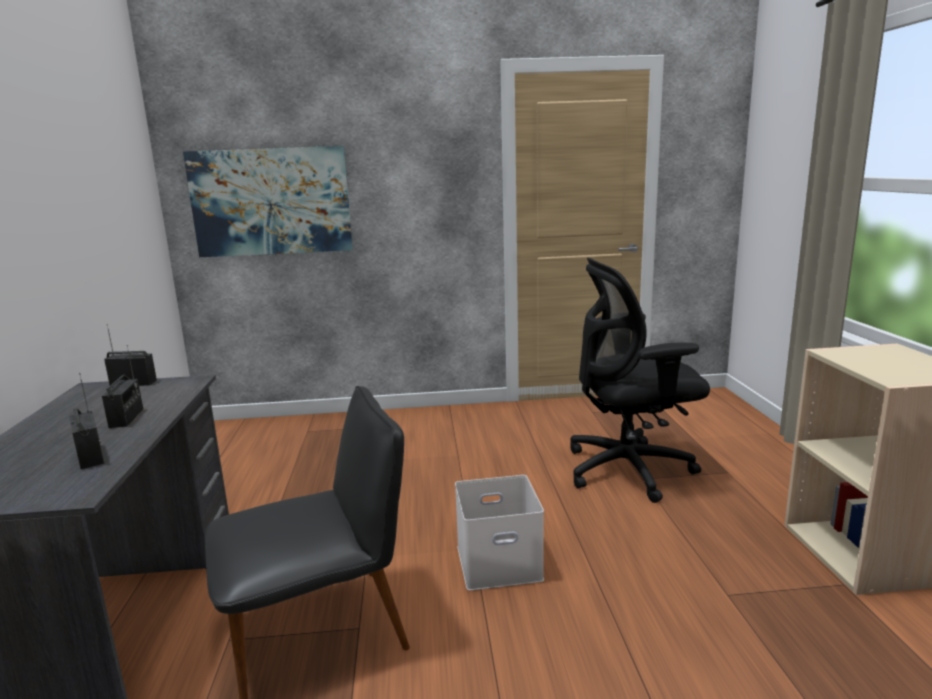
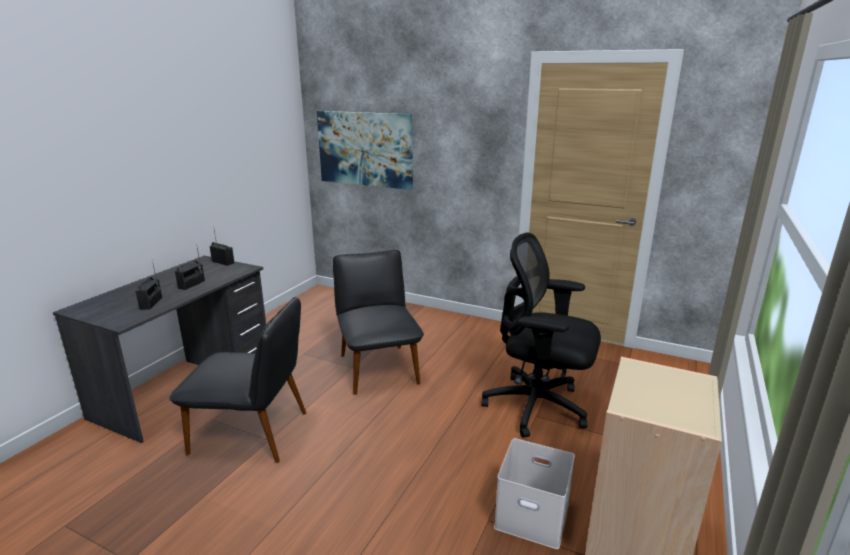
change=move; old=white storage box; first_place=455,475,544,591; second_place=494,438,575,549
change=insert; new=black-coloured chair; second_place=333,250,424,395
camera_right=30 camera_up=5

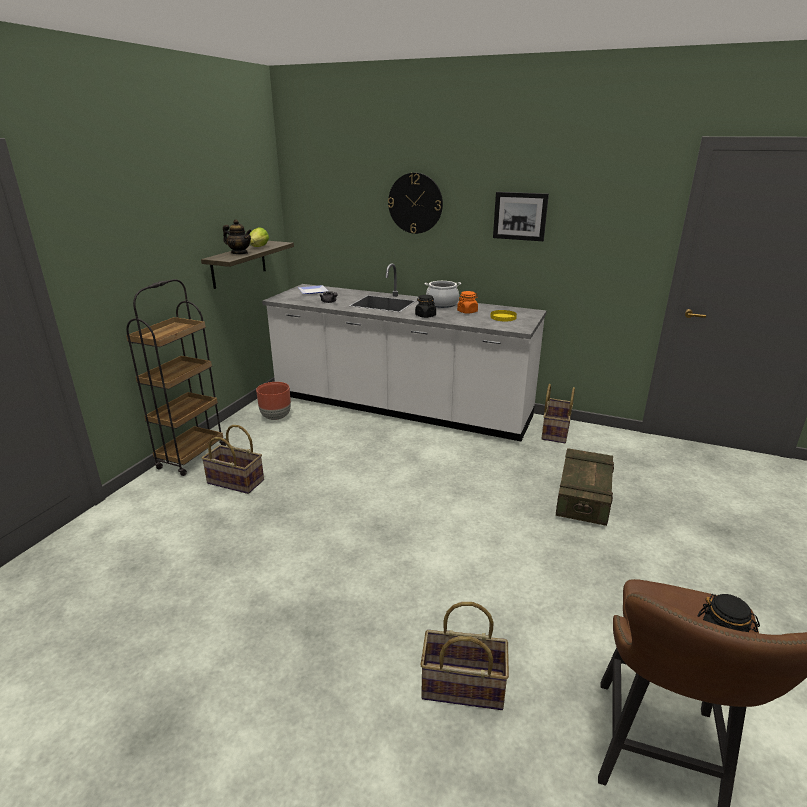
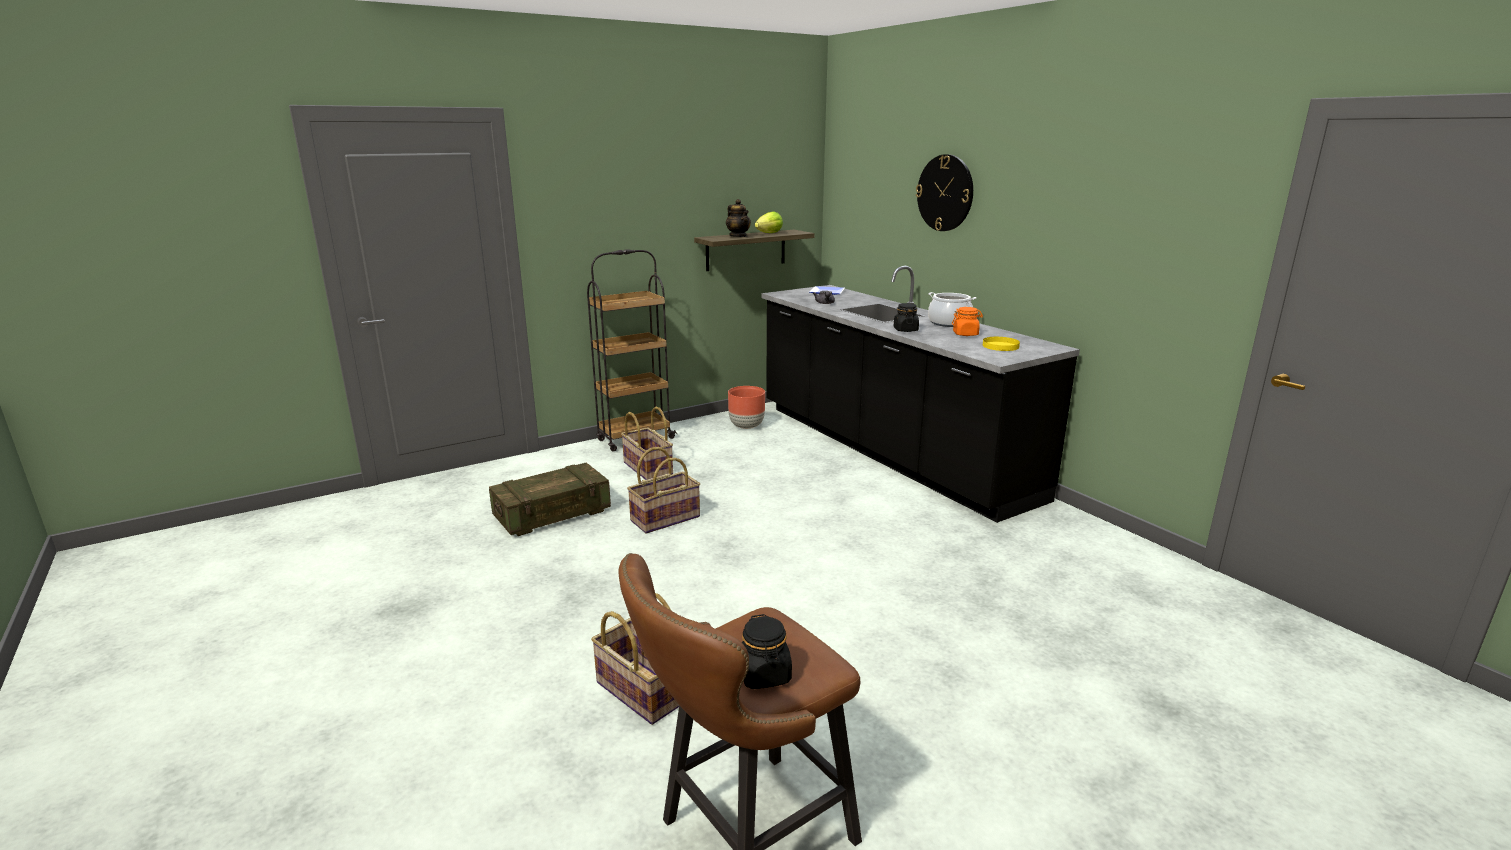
change=recolor; old=white kitchen base unit; new=black-coloured kitchen base unit; first_place=262,263,547,441; second_place=762,266,1080,523
change=delete; old=wall art; first_place=493,192,549,241
change=move; old=basket; first_place=541,384,575,443; second_place=627,447,700,534
change=move; old=shipping crate; first_place=556,448,614,526; second_place=489,462,611,536
camera_right=35 camera_up=-5

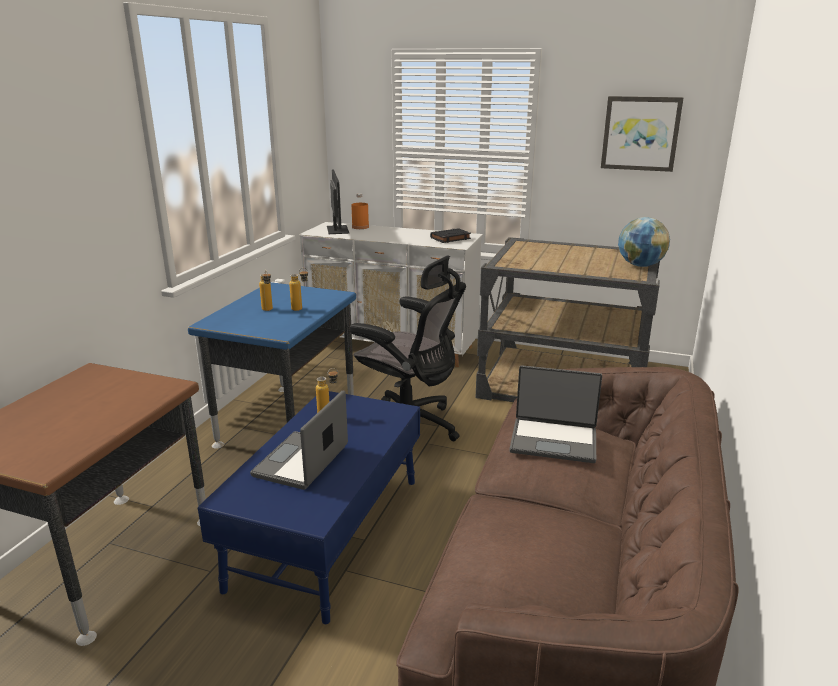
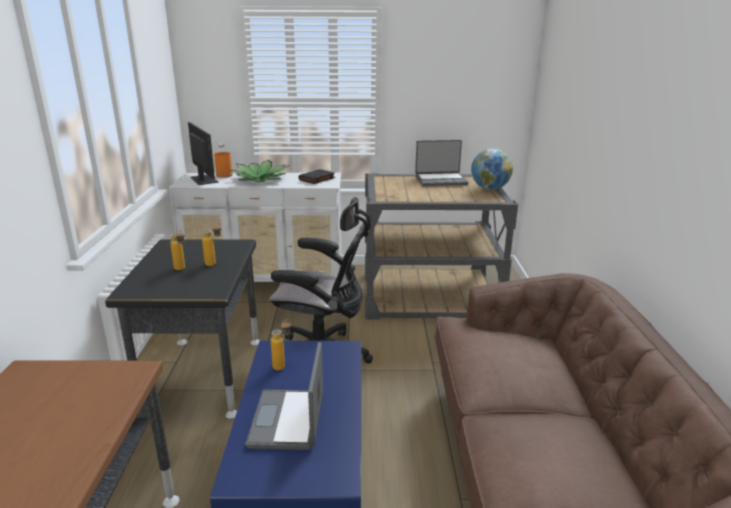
change=recolor; old=blue-coloured desk table; new=black-coloured desk table; first_place=188,282,356,448; second_place=105,239,260,419
change=move; old=portable computer; first_place=510,365,602,463; second_place=415,140,469,186
change=delete; old=wall art; first_place=601,96,684,172
change=insert; new=potted plant; second_place=230,160,290,182
camera_right=-20 camera_up=0

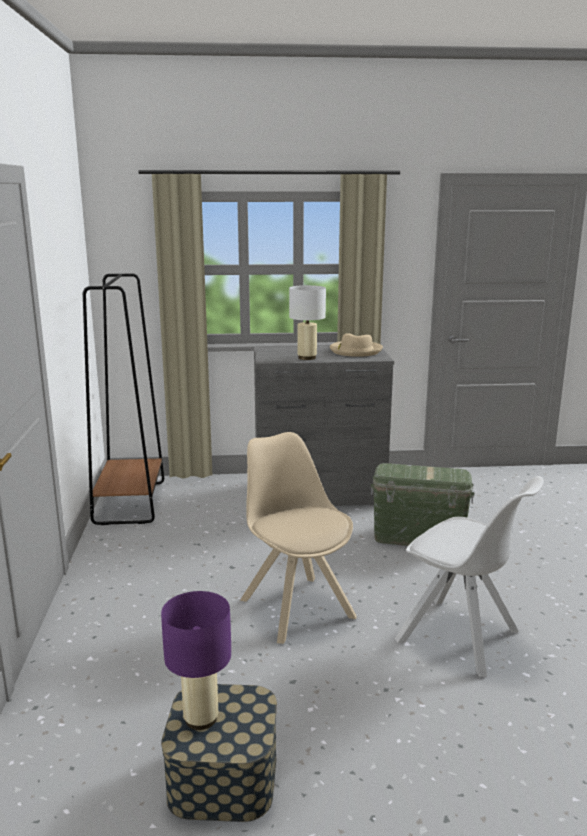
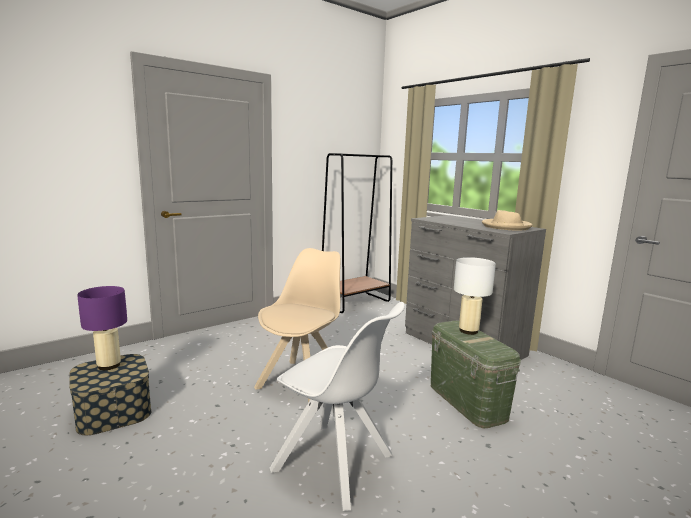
change=move; old=white table lamp; first_place=289,285,326,360; second_place=454,257,496,335
change=rotate; old=white chair; first_place=395,476,544,677; second_place=270,302,405,511; degrees=-60
camera_right=55 camera_up=-5

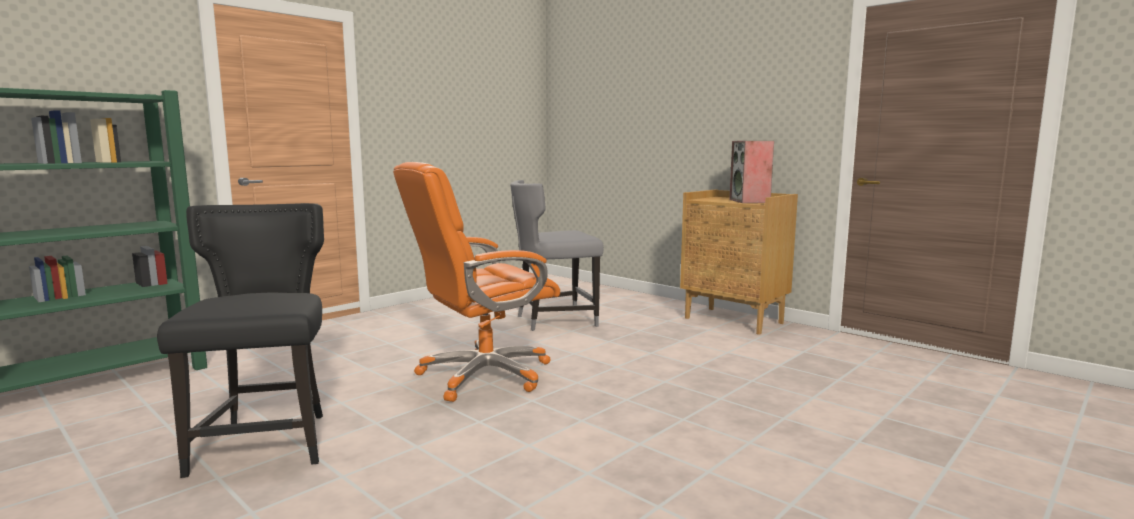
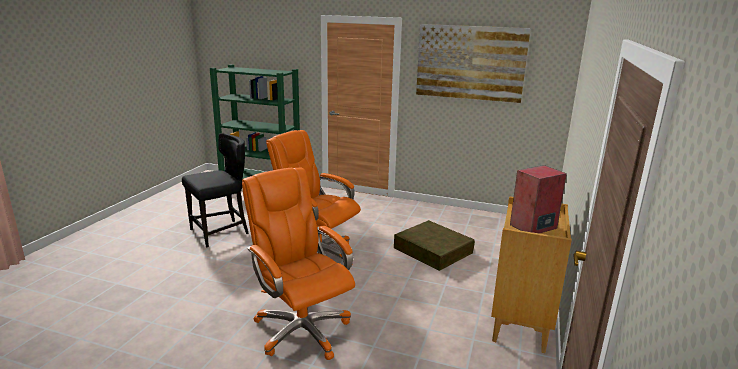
change=replace; old=gray chair; new=brown storage box; first_place=510,180,604,331; second_place=394,220,475,271
change=insert; new=orange-coloured computer chair; second_place=242,167,355,360
change=insert; new=wall art; second_place=416,24,531,103
camera_right=65 camera_up=10

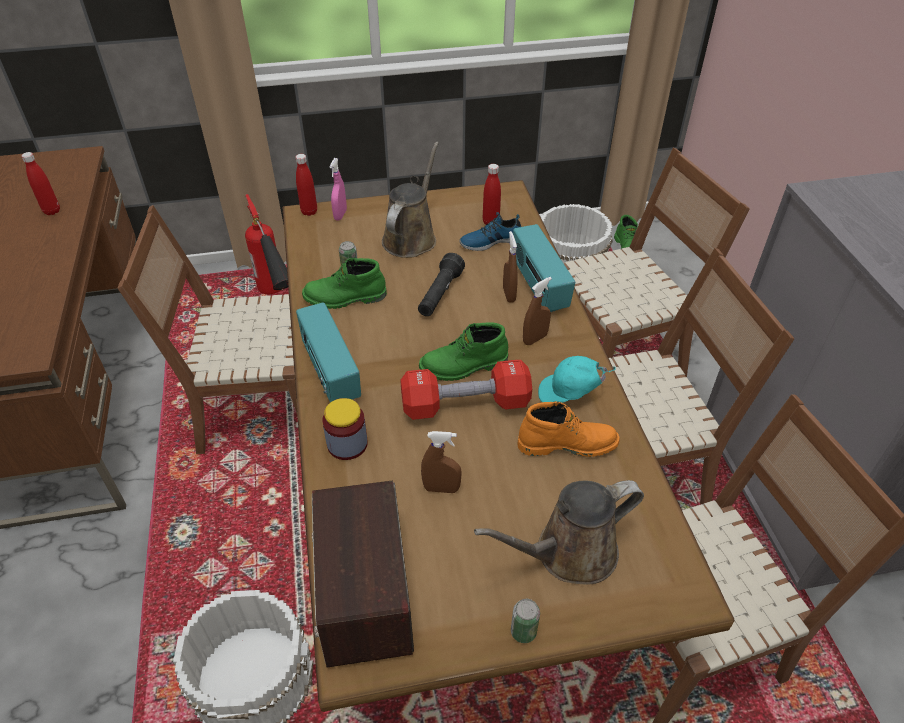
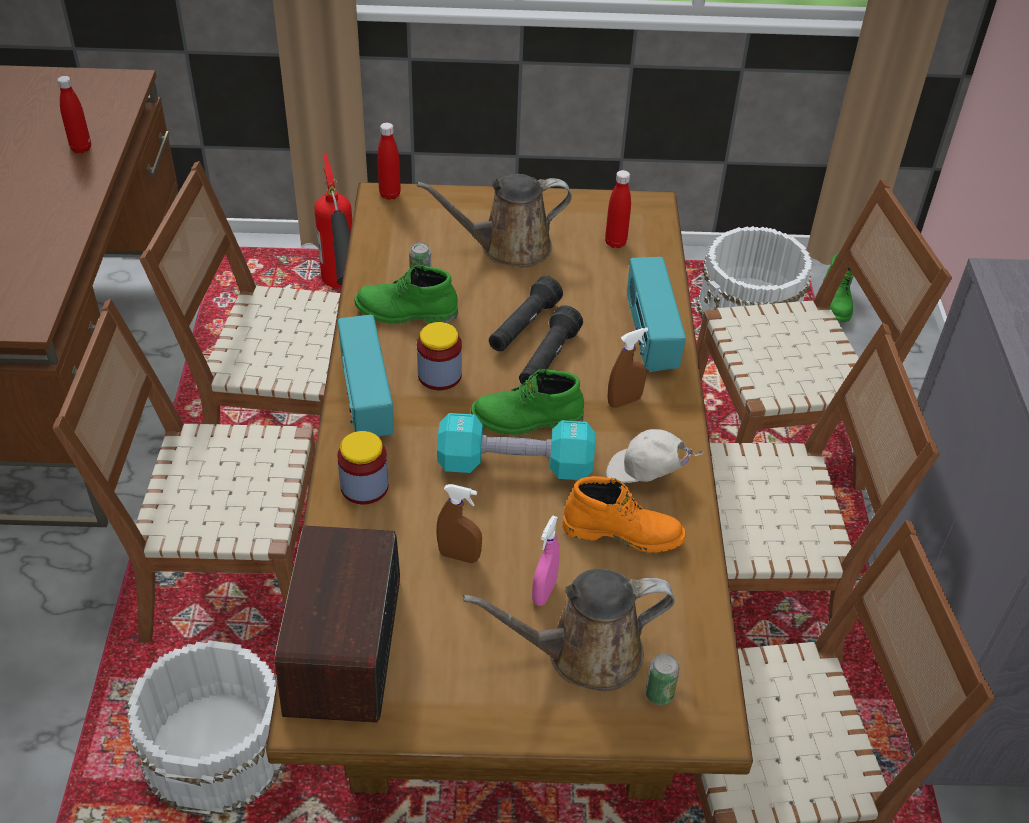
change=move; old=pink sprayer; first_place=329,158,347,221; second_place=532,515,560,606
change=rotate; old=brown watering pot; first_place=382,142,439,258; second_place=417,174,572,267; degrees=-135
change=recolor; old=reddish dumbbell; new=turquoise-coloured dumbbell; first_place=400,360,532,420; second_place=437,413,595,480
change=delete; old=shoe; first_place=459,212,521,251
change=delete; old=brown sprayer; first_place=503,231,518,303
change=move; old=sealed can; first_place=511,599,540,643; second_place=645,653,680,705
change=recolor; old=turquoise-coloured cap; new=white cap; first_place=538,356,616,402; second_place=606,429,703,483
change=insert; new=chair; second_place=52,299,315,643
change=insert; new=storage jar; second_place=417,322,462,390
change=insert; new=black-coloured hand torch; second_place=519,305,583,384
camera_right=10 camera_up=0

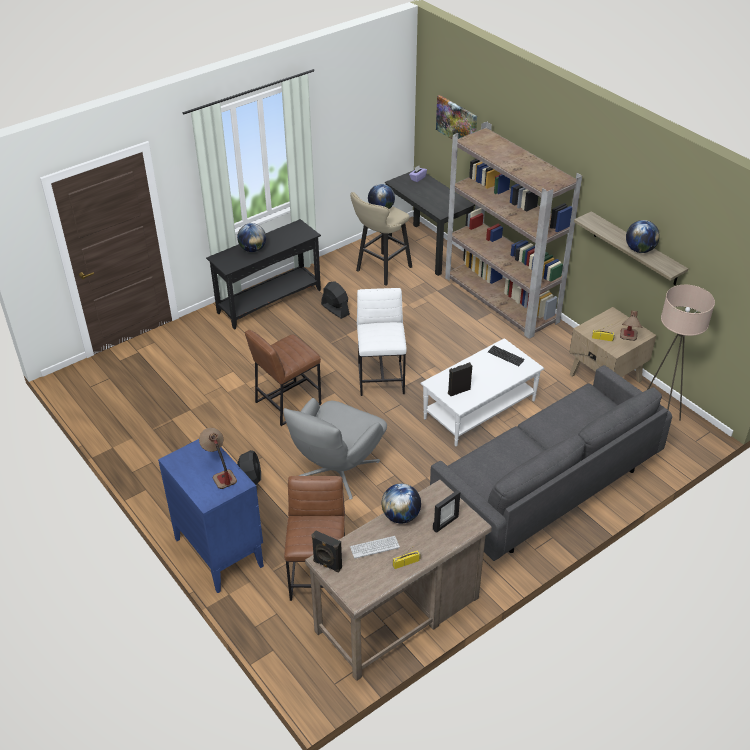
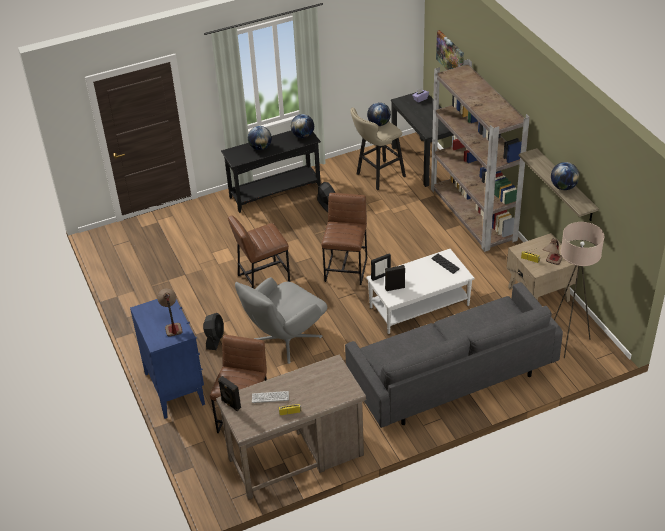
change=recolor; old=white chair; new=brown chair; first_place=357,288,407,396; second_place=321,193,367,285
change=move; old=desk globe; first_place=381,483,421,524; second_place=291,114,314,138
change=move; old=photo frame; first_place=433,490,460,533; second_place=371,253,391,281
camera_right=15 camera_up=0

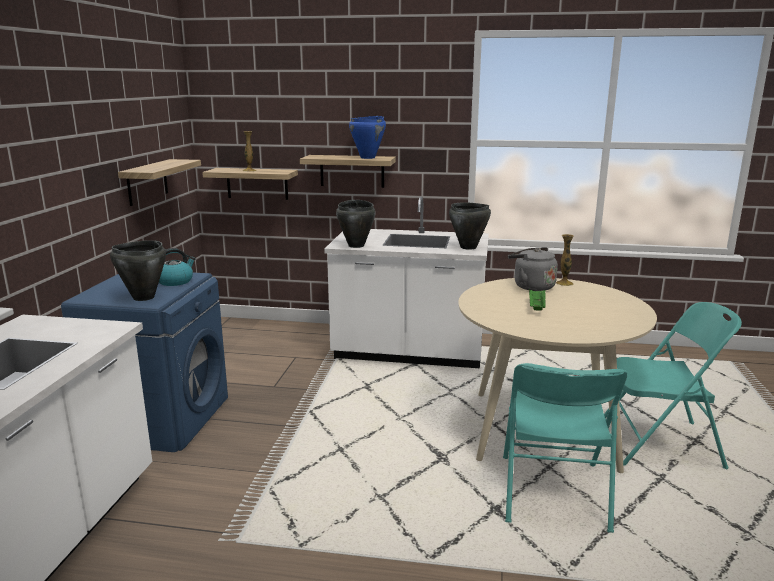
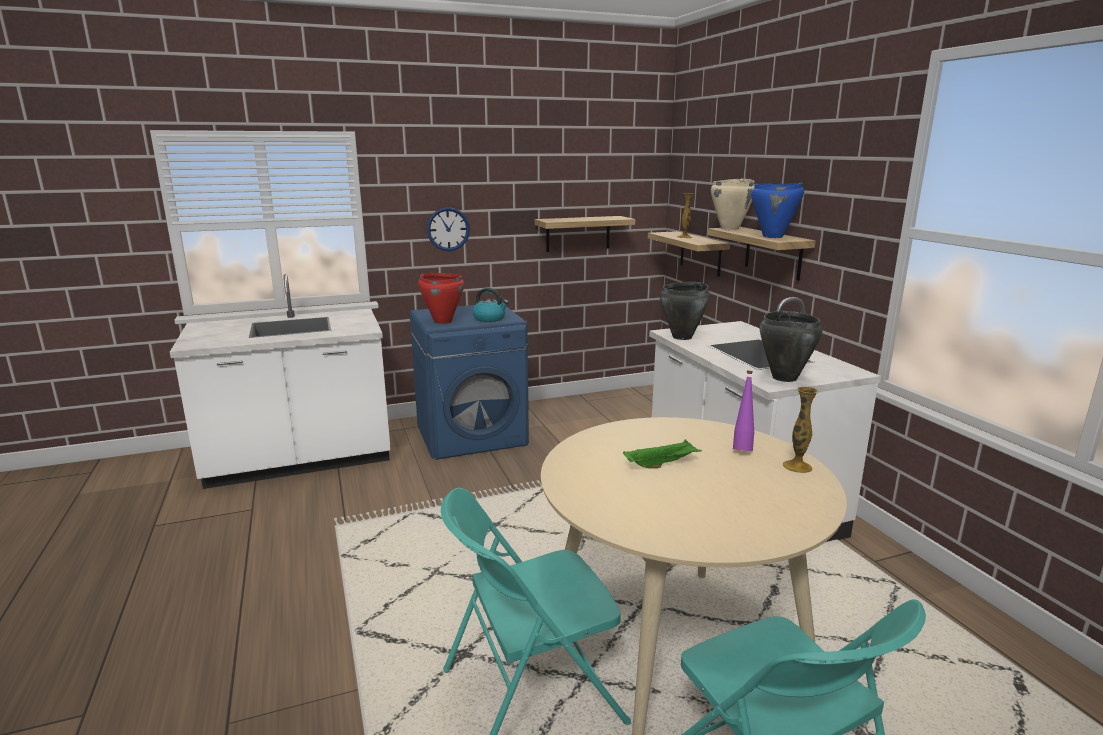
change=recolor; old=black-coloured cooking pot; new=reddish cooking pot; first_place=110,240,166,301; second_place=418,273,464,324
change=replace; old=gray kettle; new=purple bottle; first_place=508,247,558,291; second_place=733,371,754,451
change=insert; new=clock on the wall; second_place=427,207,470,251
change=insert; new=beige-coloured cooking pot; second_place=711,178,755,230
camera_right=60 camera_up=0

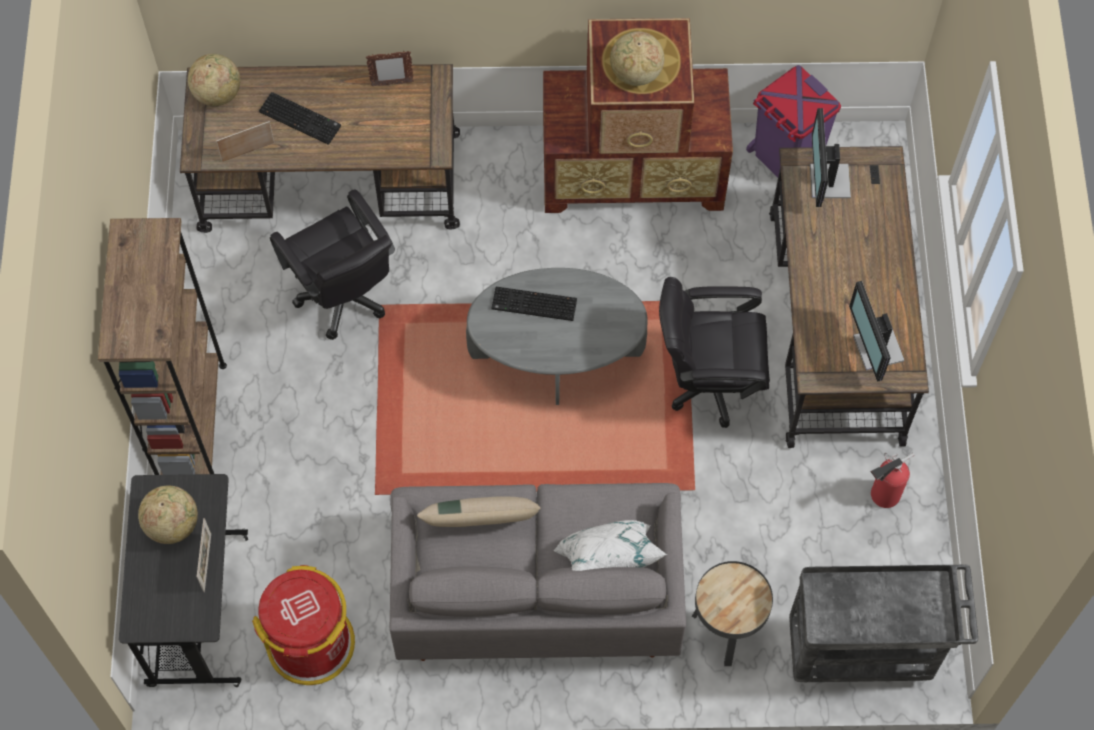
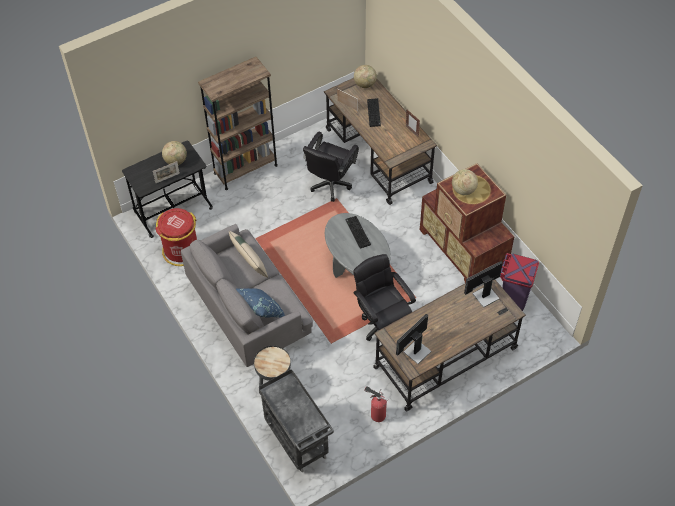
change=recolor; old=white pillow; new=blue-coloured pillow; first_place=554,520,667,571; second_place=236,288,285,318
camera_right=60 camera_up=-10

